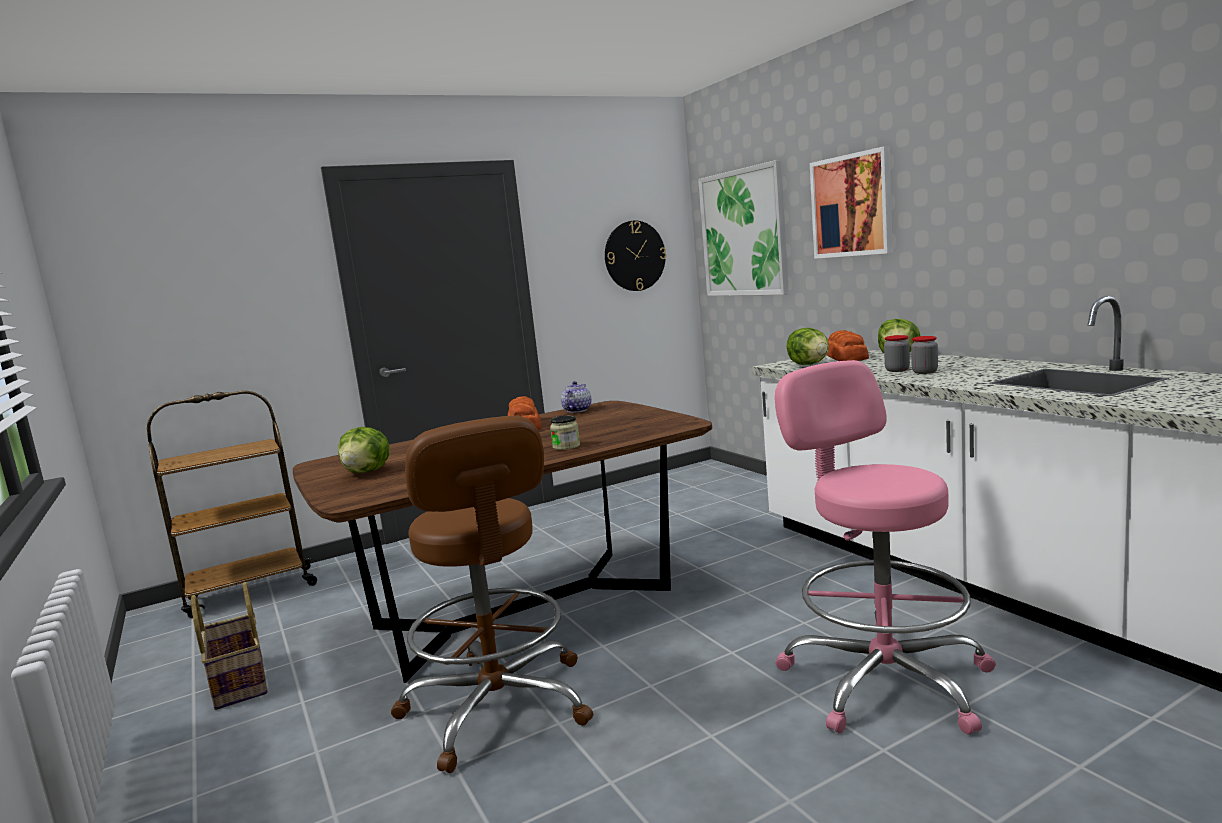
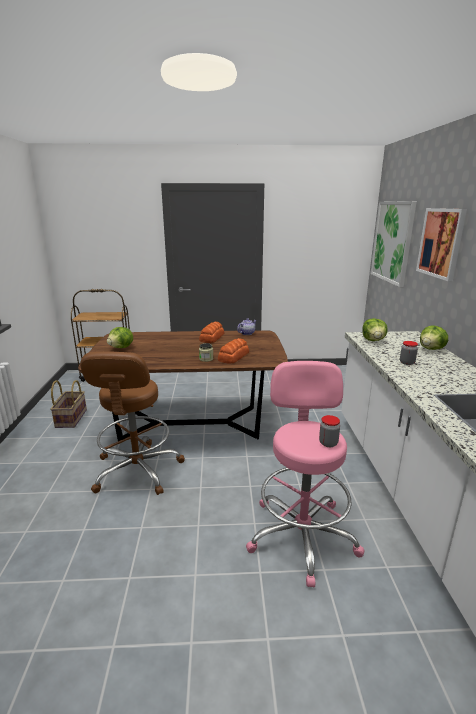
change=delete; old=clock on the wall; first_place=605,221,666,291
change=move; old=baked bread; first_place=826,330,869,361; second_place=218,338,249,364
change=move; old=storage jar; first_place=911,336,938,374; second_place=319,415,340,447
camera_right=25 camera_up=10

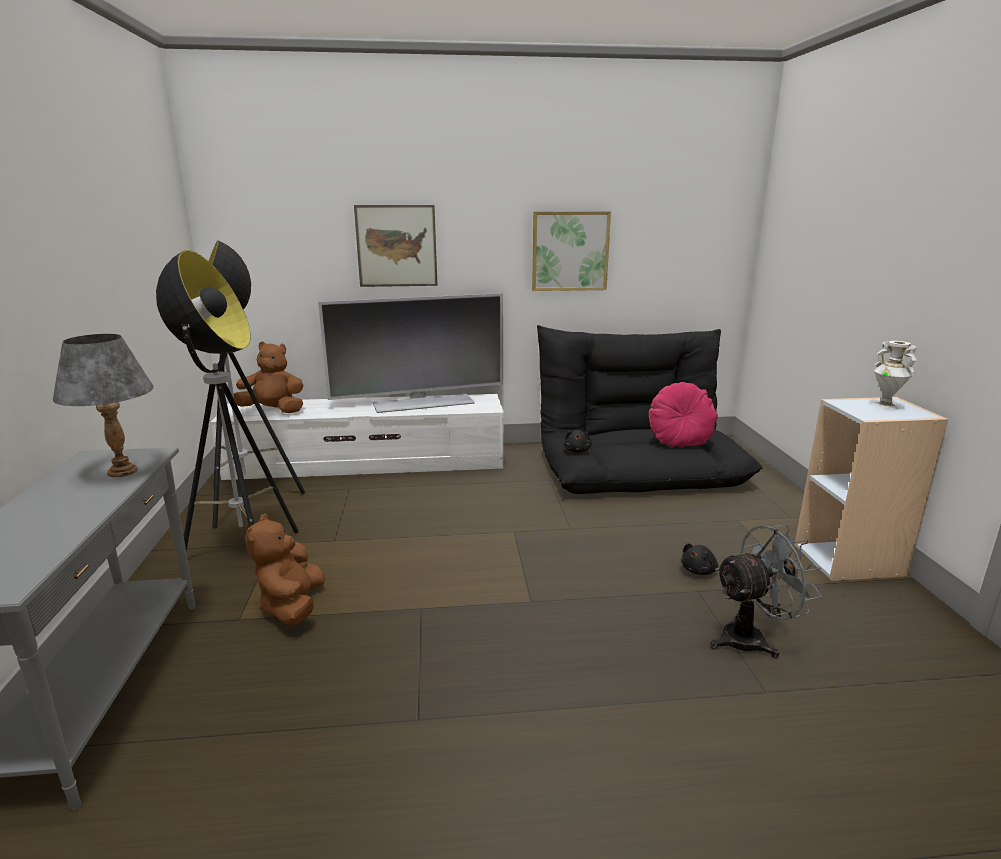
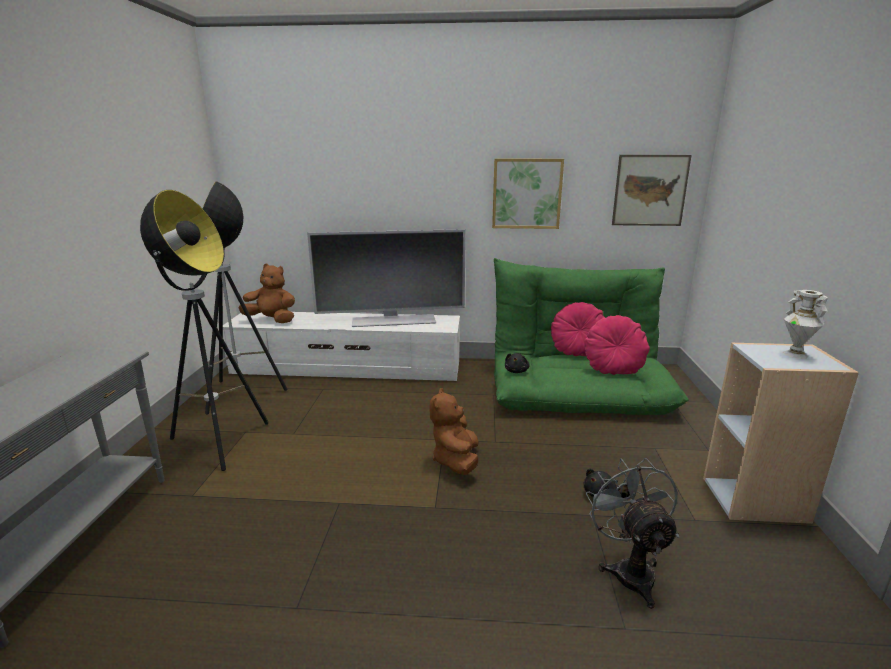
change=delete; old=gray table lamp; first_place=53,334,154,477
change=move; old=brown soft toy; first_place=245,514,325,625; second_place=429,388,479,475
change=move; old=wall art; first_place=354,205,438,287; second_place=612,155,691,226
change=recolor; old=black-coloured sofa; new=green-coloured sofa; first_place=537,325,763,494; second_place=494,258,689,415
change=rotate; old=gray cooling fan; first_place=710,524,821,659; second_place=586,458,679,609; degrees=-90
change=insert; new=pink pillow; second_place=551,302,605,356
camera_right=10 camera_up=0

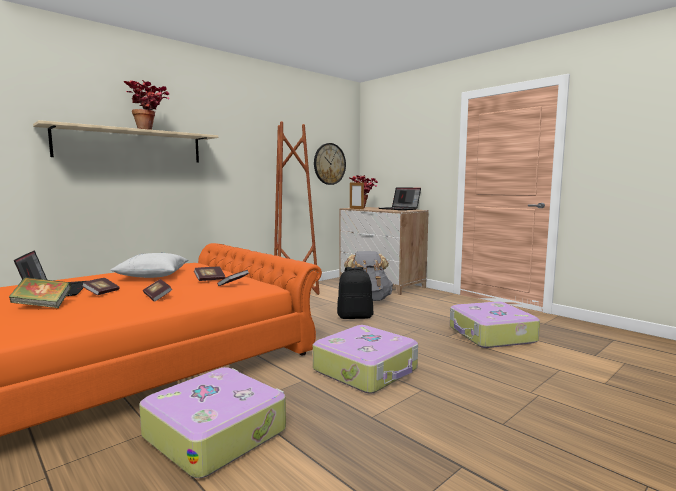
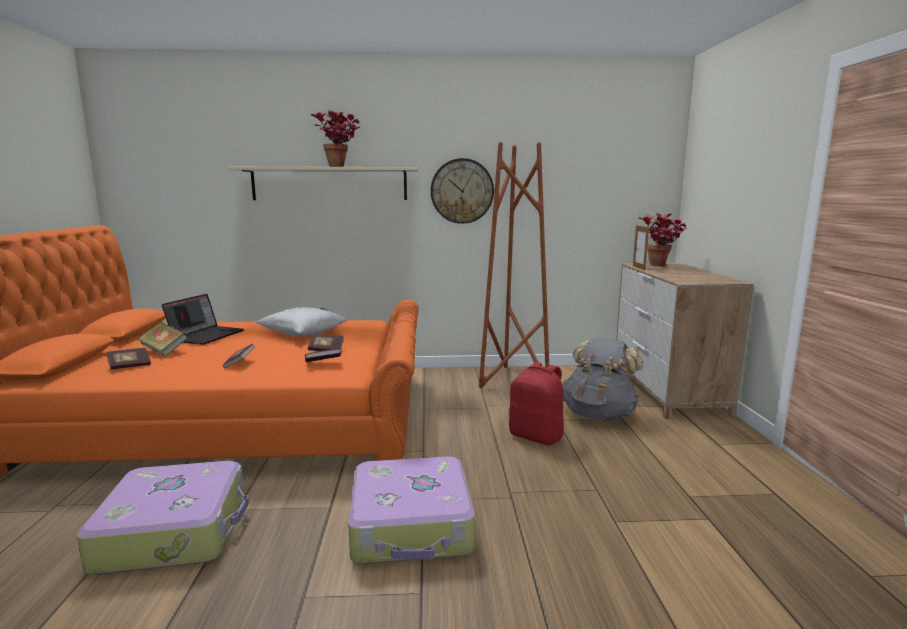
change=move; old=bound book; first_place=82,278,120,295; second_place=107,348,151,370
change=move; old=clock on the wall; first_place=314,143,346,185; second_place=431,158,494,224
change=recolor; old=black-coloured rucksack; new=reddish rucksack; first_place=337,267,374,319; second_place=509,362,564,445
change=delete; old=portable computer; first_place=379,187,421,210
change=delete; old=suitcase; first_place=450,301,540,348
camera_right=40 camera_up=5

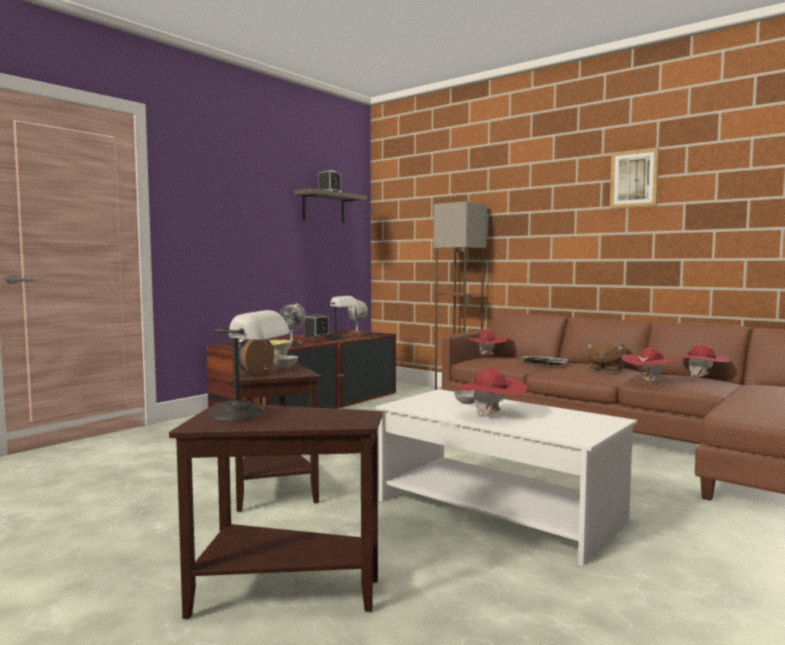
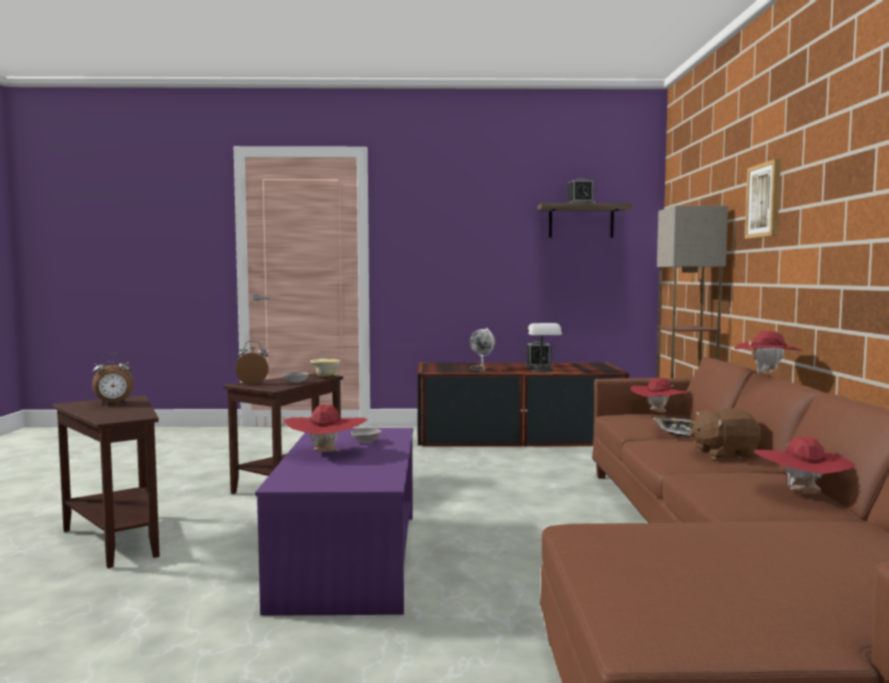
change=replace; old=table lamp; new=bedside clock; first_place=209,310,290,421; second_place=92,353,134,405
change=delete; old=desk globe; first_place=346,299,368,335
change=recolor; old=white coffee table; new=purple coffee table; first_place=376,389,637,566; second_place=255,428,413,616
change=move; old=wall art; first_place=610,148,659,208; second_place=745,159,781,239
change=move; old=reddish clothing hat; first_place=621,348,680,383; second_place=735,331,804,374
camera_right=50 camera_up=0

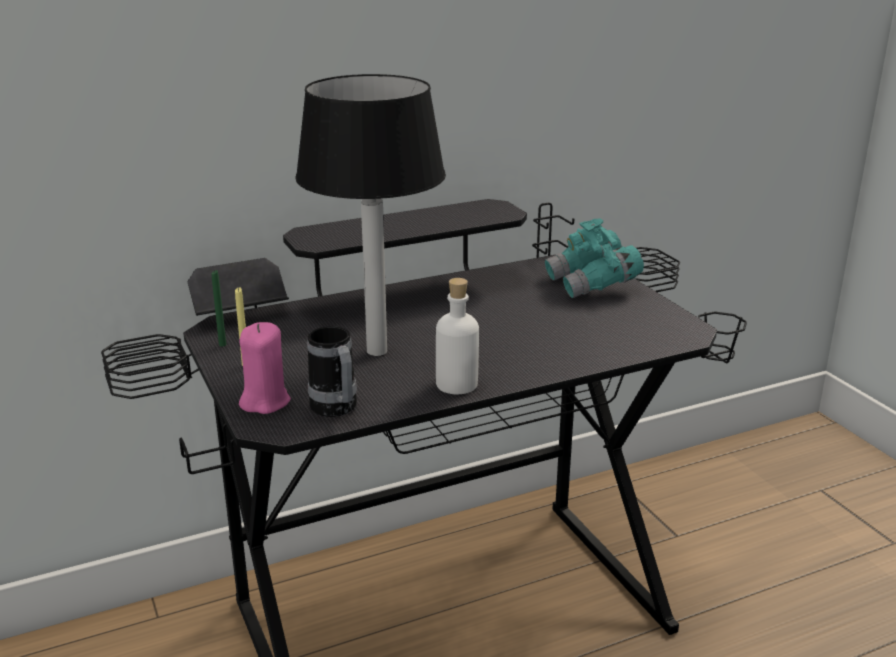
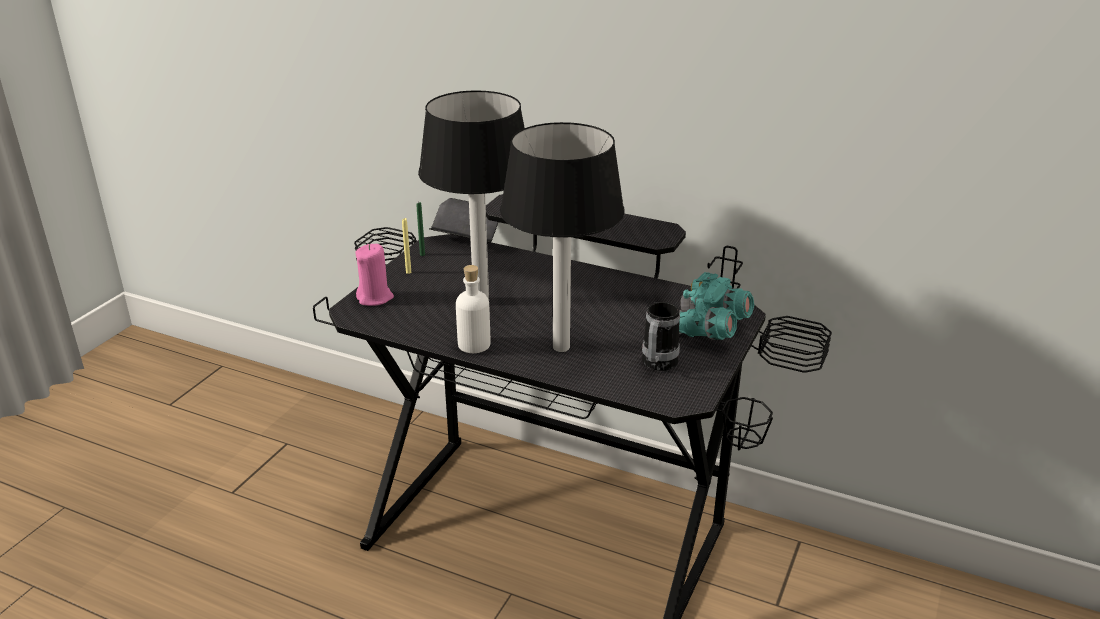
change=move; old=tea mug; first_place=307,326,357,417; second_place=642,302,680,371
change=insert; new=table lamp; second_place=500,122,624,352
camera_right=50 camera_up=5

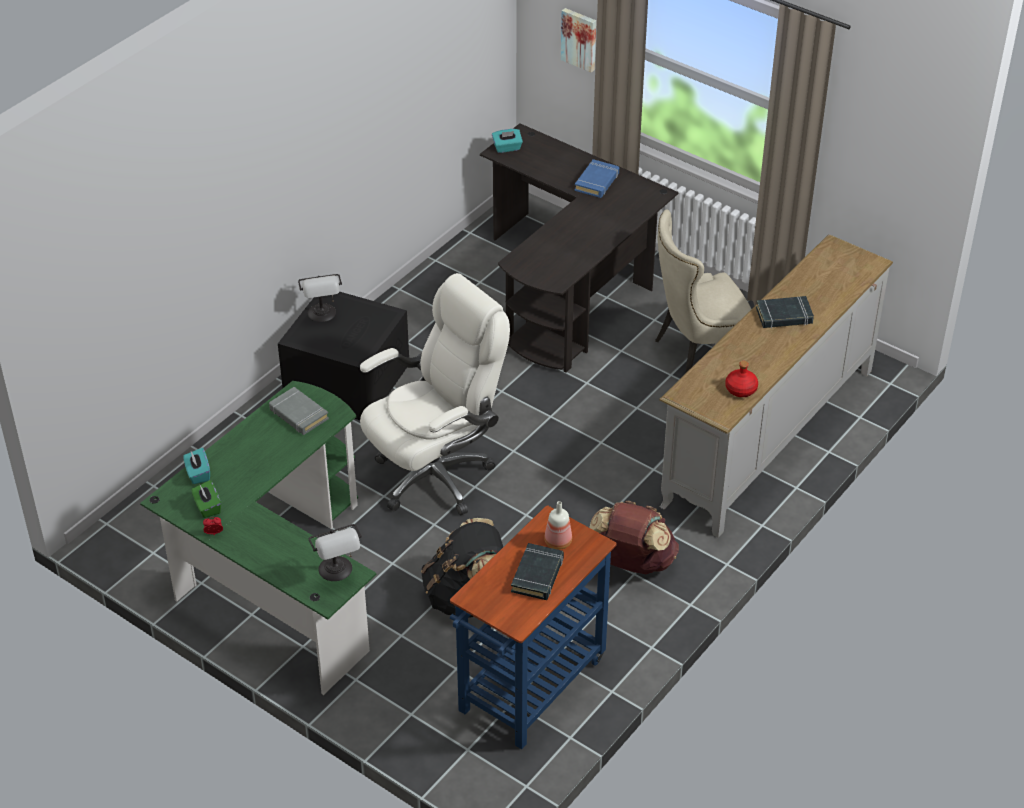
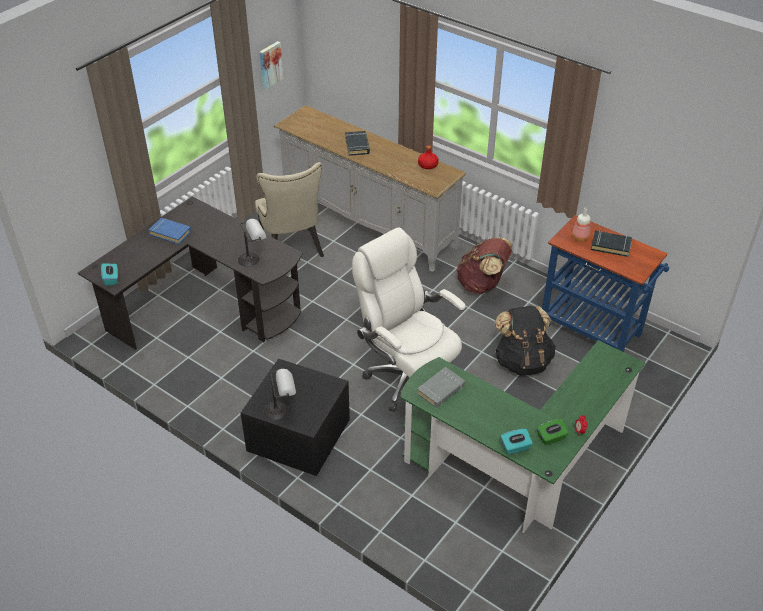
change=move; old=table lamp; first_place=309,524,362,581; second_place=238,219,266,267
change=move; old=wall art; first_place=561,8,596,72; second_place=259,41,284,90
camera_right=-90 camera_up=0

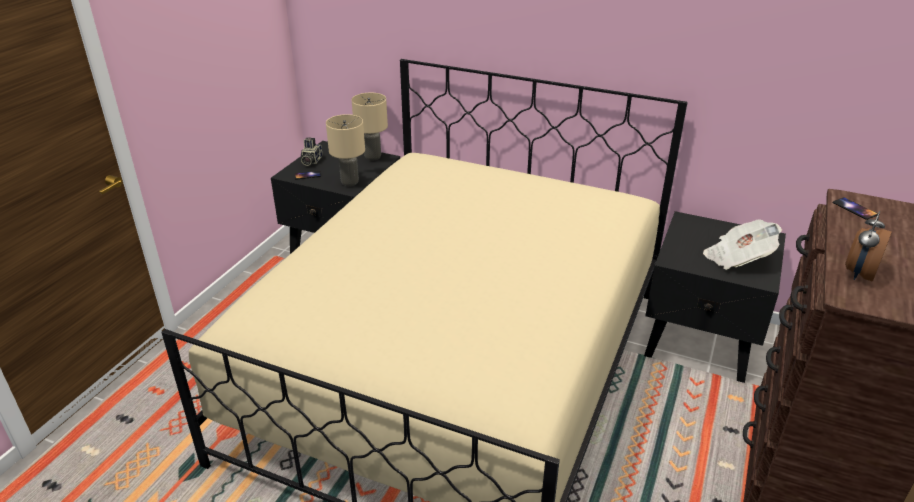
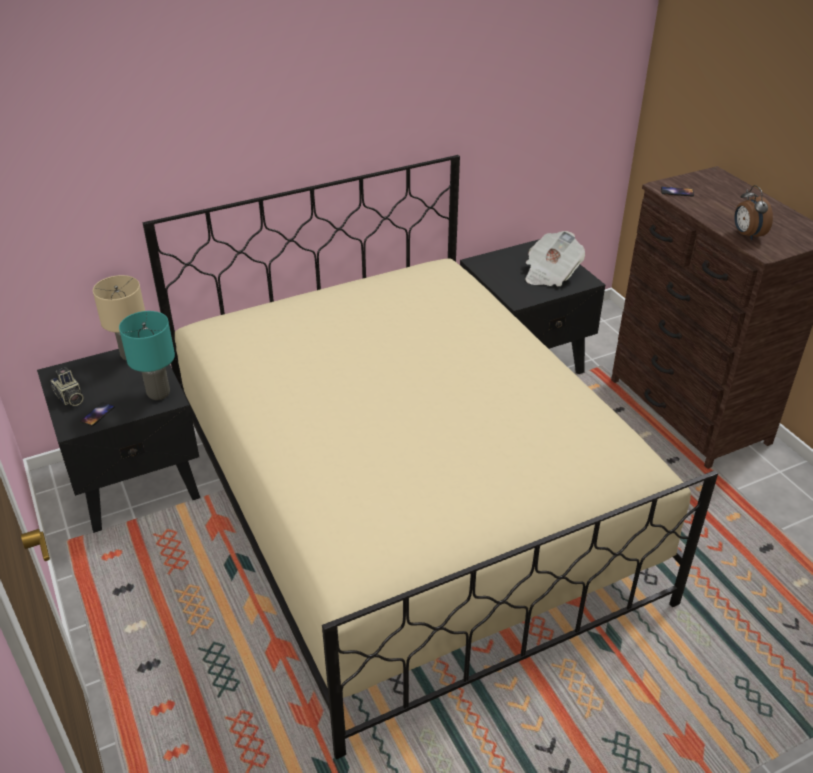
change=recolor; old=beige-coloured table lamp; new=turquoise-coloured table lamp; first_place=326,114,365,186; second_place=119,311,175,400
camera_right=-50 camera_up=5

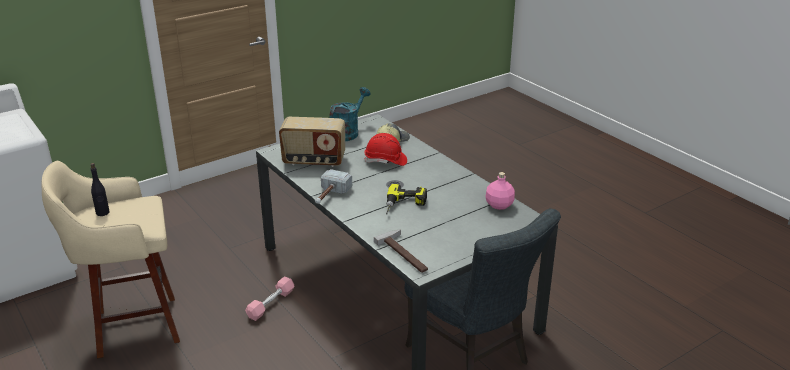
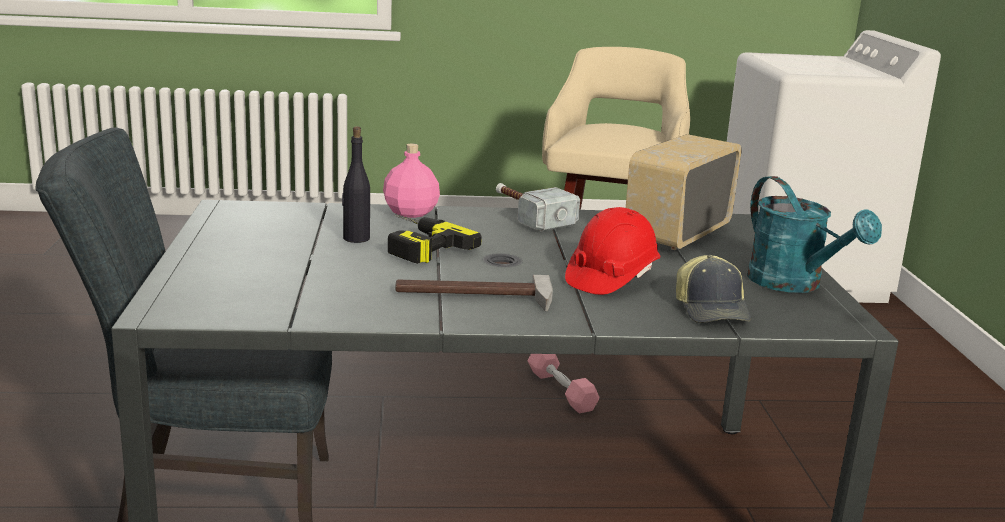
change=move; old=black-coloured bottle; first_place=90,163,110,216; second_place=342,126,370,243
change=move; old=hammer; first_place=374,229,428,273; second_place=395,275,553,311
change=move; old=pink bottle; first_place=485,172,515,210; second_place=383,143,440,218
camera_right=120 camera_up=-10

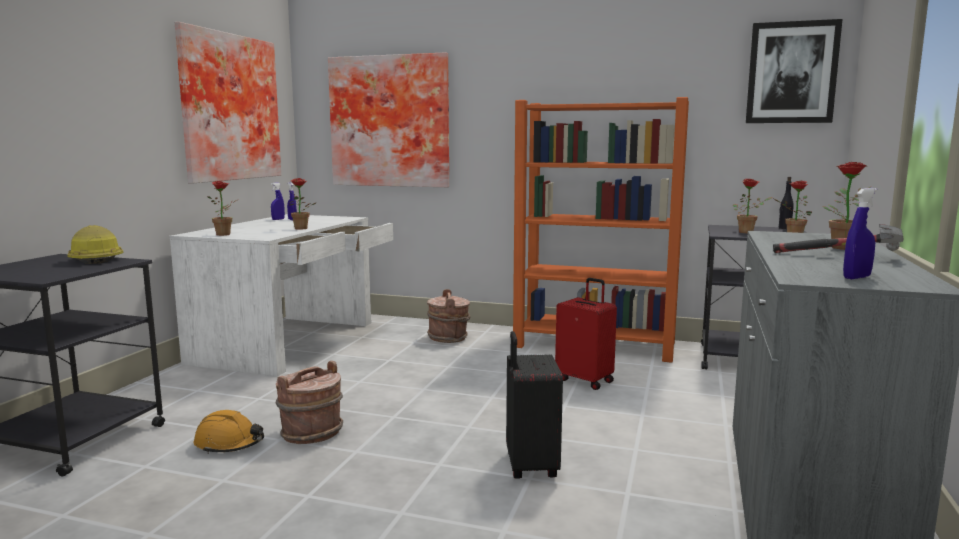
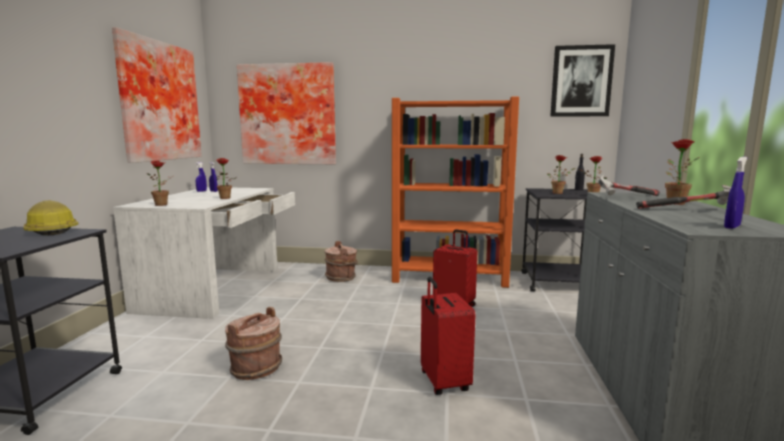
change=delete; old=orange-coloured safety helmet; first_place=194,410,264,454
change=recolor; old=black-coloured suitcase; new=reddish suitcase; first_place=506,331,563,479; second_place=421,277,476,395
change=insert; new=hammer; second_place=598,174,660,196
camera_right=-10 camera_up=0

